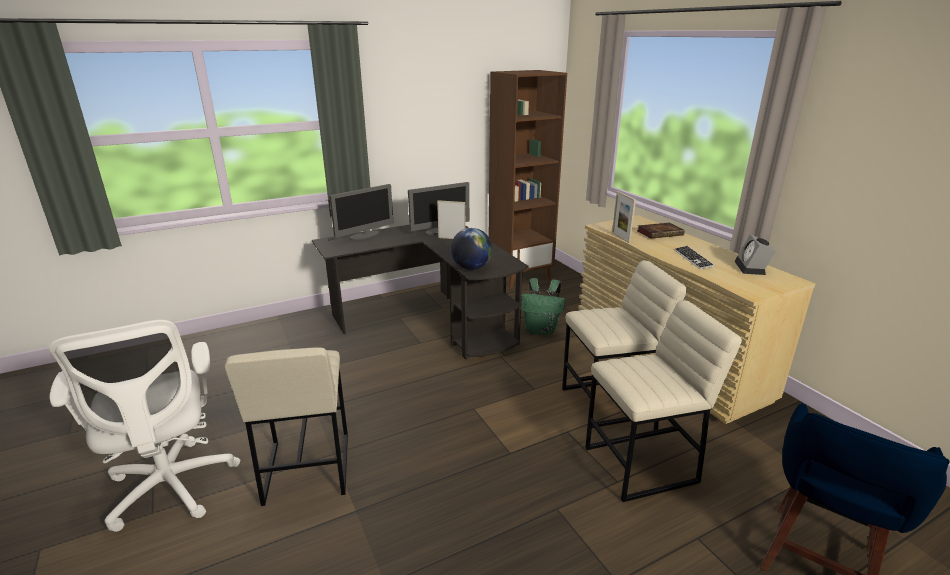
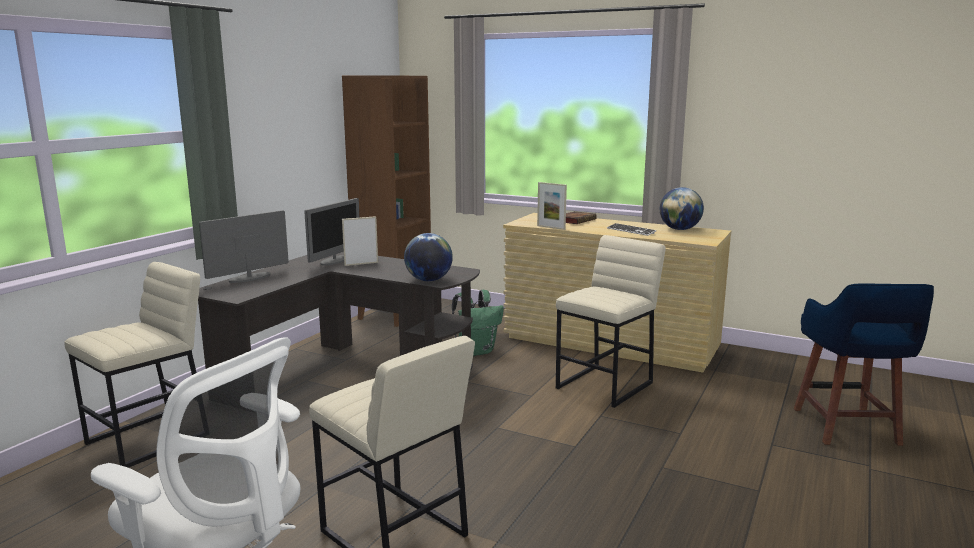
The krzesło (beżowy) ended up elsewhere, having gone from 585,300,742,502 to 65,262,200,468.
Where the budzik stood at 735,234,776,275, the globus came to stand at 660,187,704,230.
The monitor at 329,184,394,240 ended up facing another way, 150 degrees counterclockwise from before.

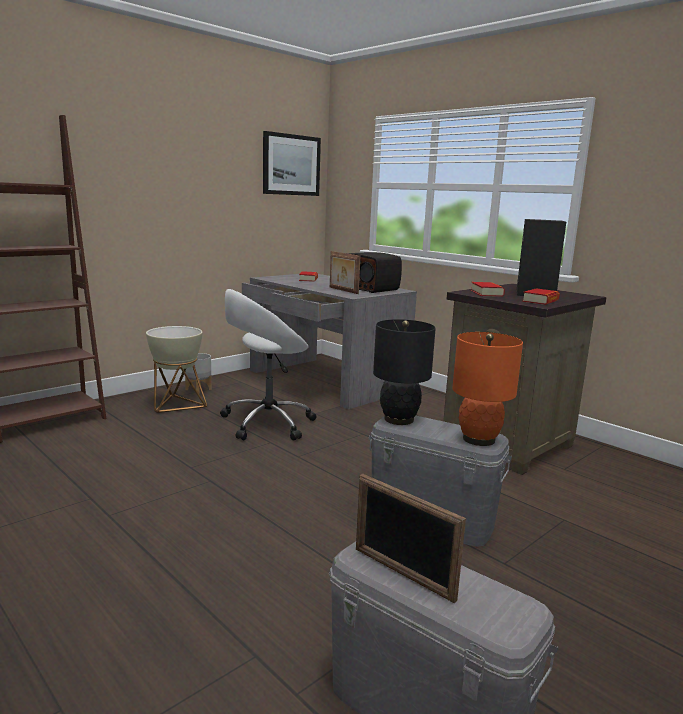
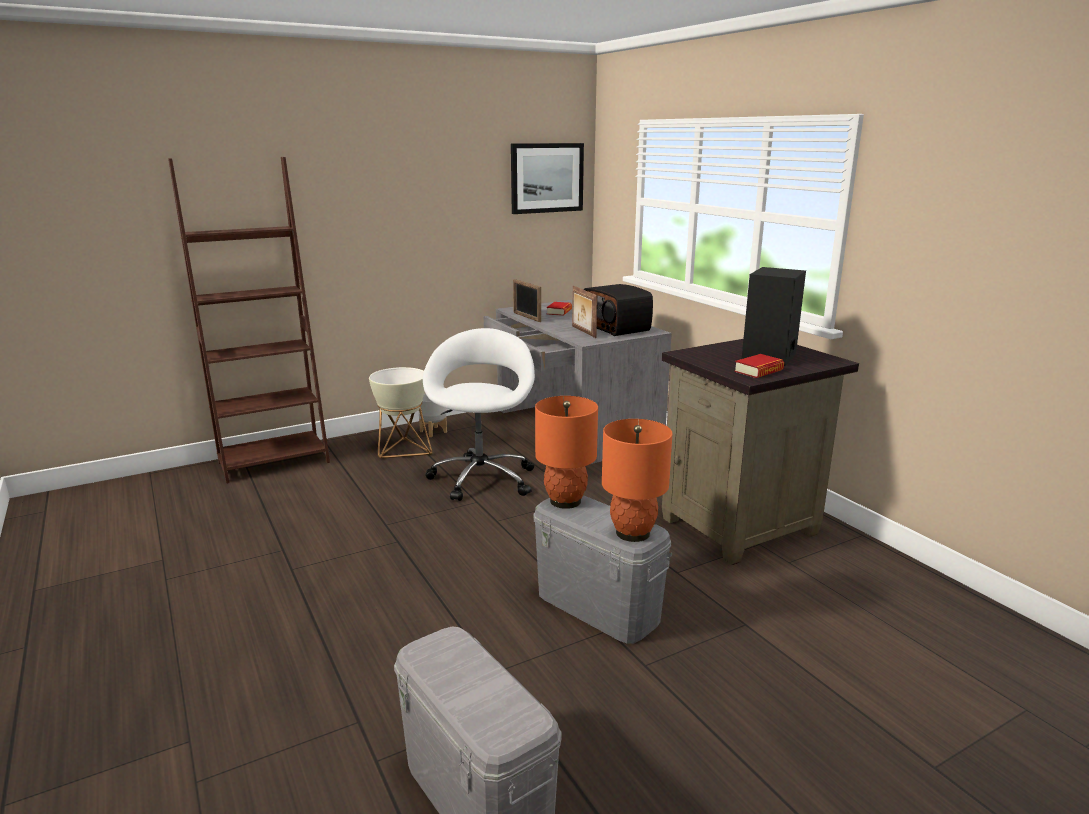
The second view lost the książka at 471,282,505,297.
The ramka na zdjęcie ended up elsewhere, having gone from 356,474,466,603 to 513,279,541,322.
What was the lampa stołowa (czarny) at 373,319,436,425 turned into the lampa stołowa (pomarańczowy) at 535,396,598,509.
The krzesło biurowe (biały) at 220,289,316,440 ended up facing another way, 120 degrees clockwise from before.

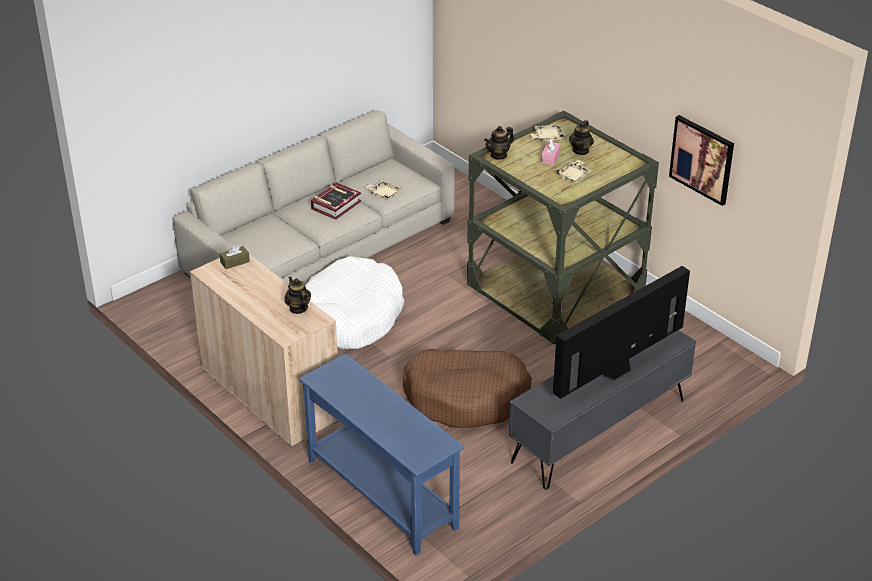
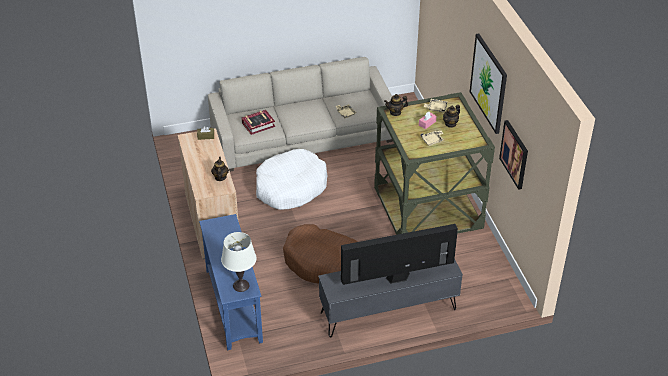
The second view gained the lampa stołowa (biały) at 221,232,257,292.
The second view gained the obraz at 470,34,507,134.
The książka ended up elsewhere, having gone from 311,182,361,220 to 242,110,275,135.

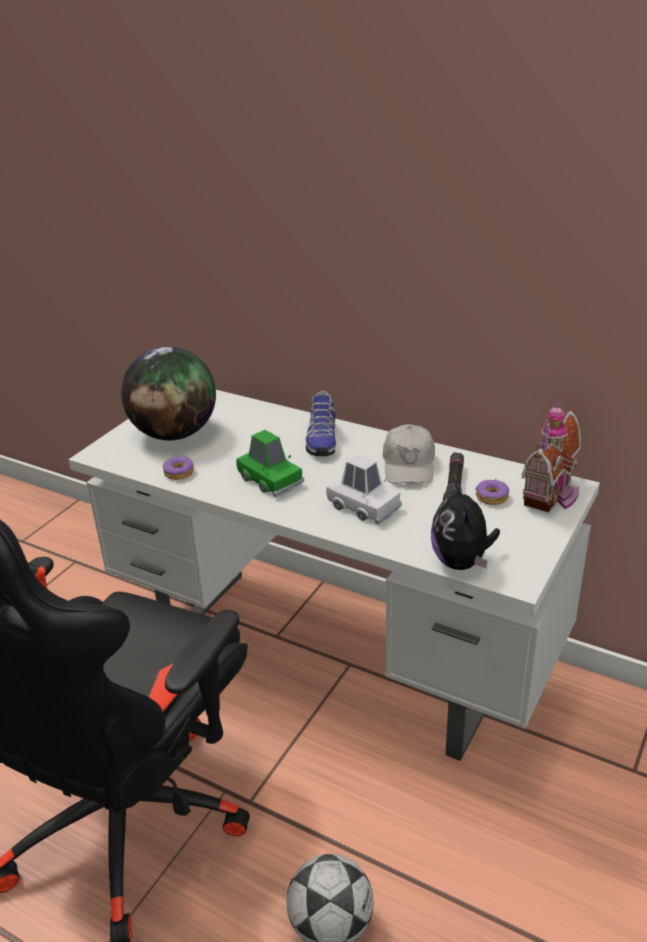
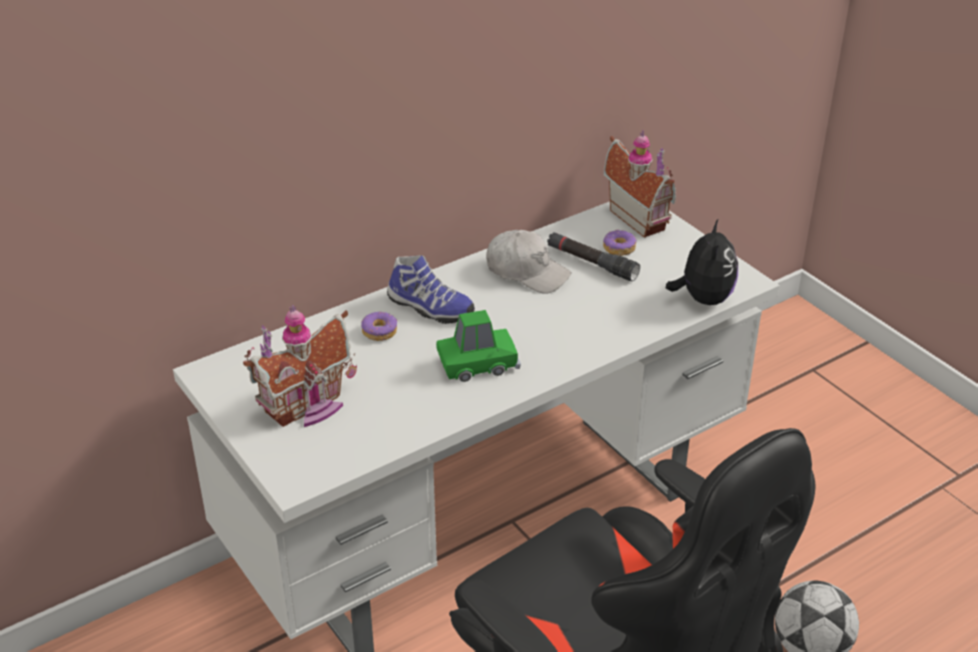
The second view lost the samochodzik (biały) at 326,454,402,525.
The donut ended up elsewhere, having gone from 163,456,194,480 to 361,312,397,341.
Where the globus stood at 121,347,216,440, the domek came to stand at 243,304,357,427.
The pluszak at 431,479,500,570 ended up facing another way, 105 degrees counterclockwise from before.

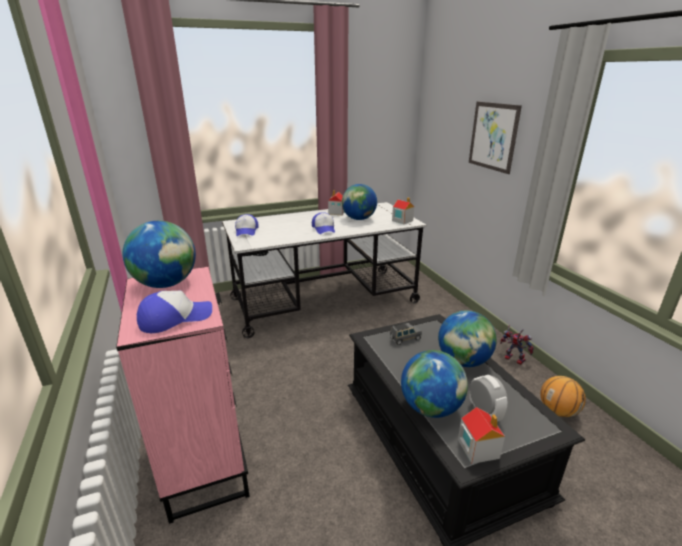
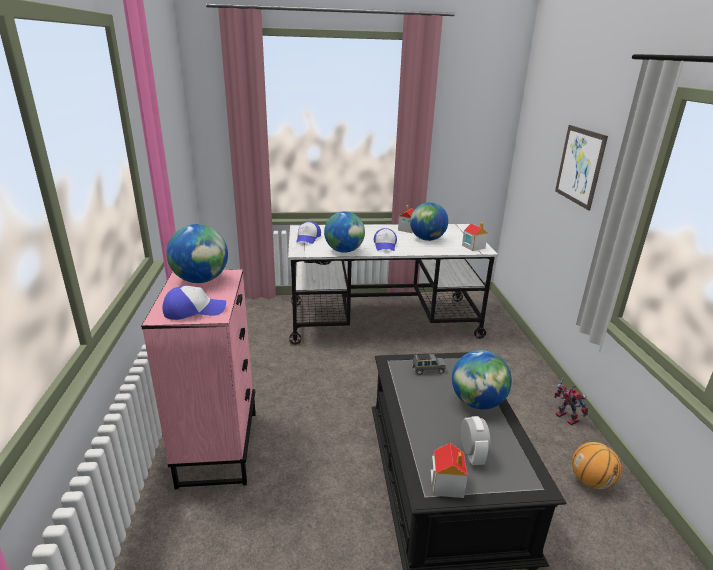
The globus ended up elsewhere, having gone from 401,350,468,418 to 324,211,365,253.

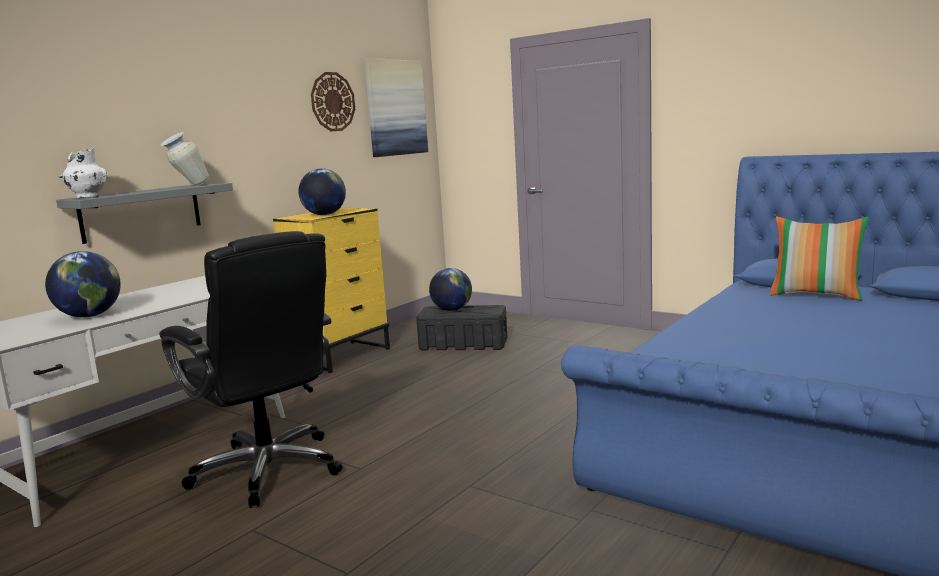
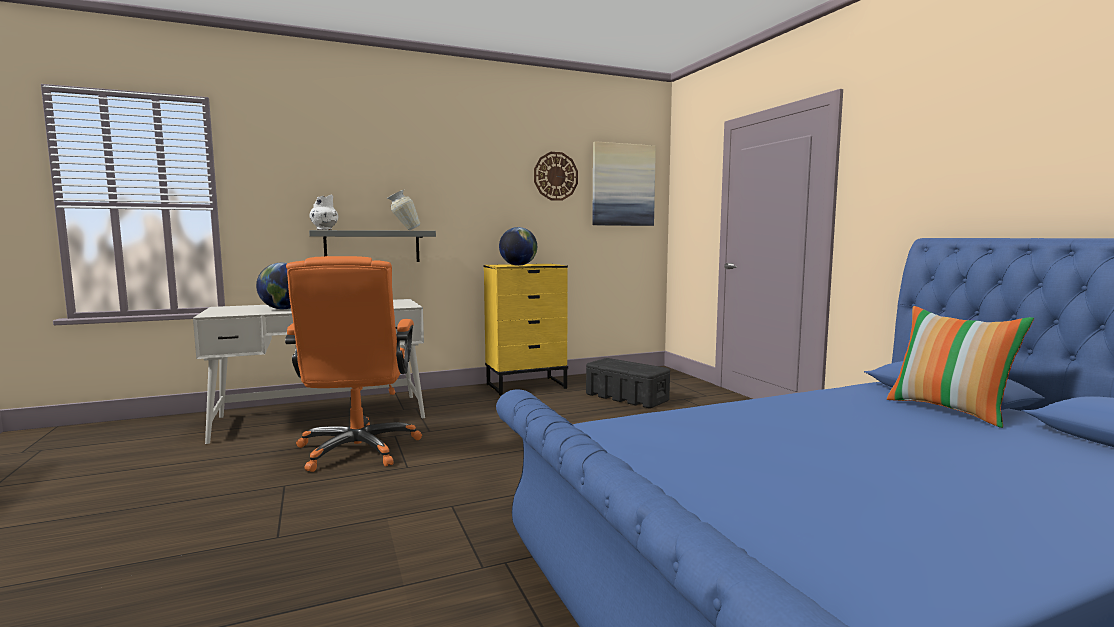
The second view lost the globus at 429,268,472,311.
What was the krzesło biurowe (czarny) at 159,231,343,508 turned into the krzesło biurowe (pomarańczowy) at 285,256,422,472.

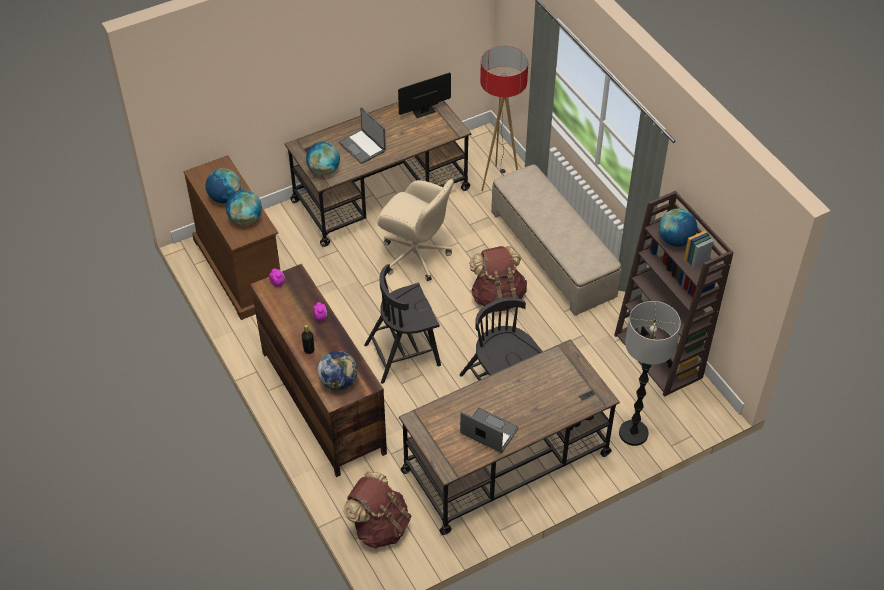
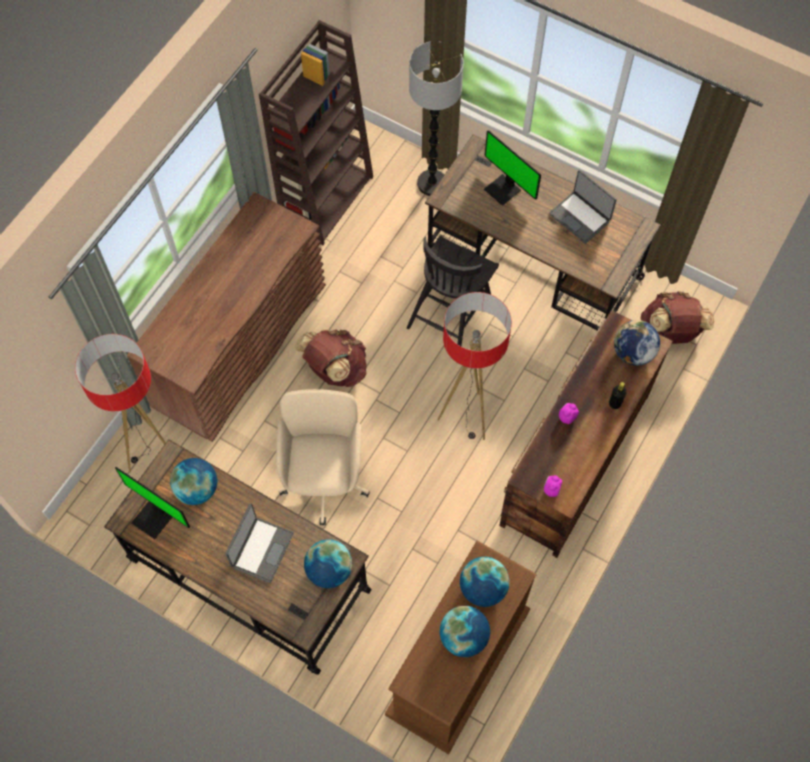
The second view gained the monitor at 484,130,541,206.
The globus ended up elsewhere, having gone from 659,209,697,247 to 170,458,217,505.
Where the krzesło (czarny) stood at 364,264,441,384, the lampa stojąca came to stand at 438,292,512,440.
Where the ławka (beżowy) stood at 491,165,621,316, the komoda (brązowy) came to stand at 127,192,326,442.
The laptop at 460,408,519,453 ended up facing another way, 45 degrees counterclockwise from before.

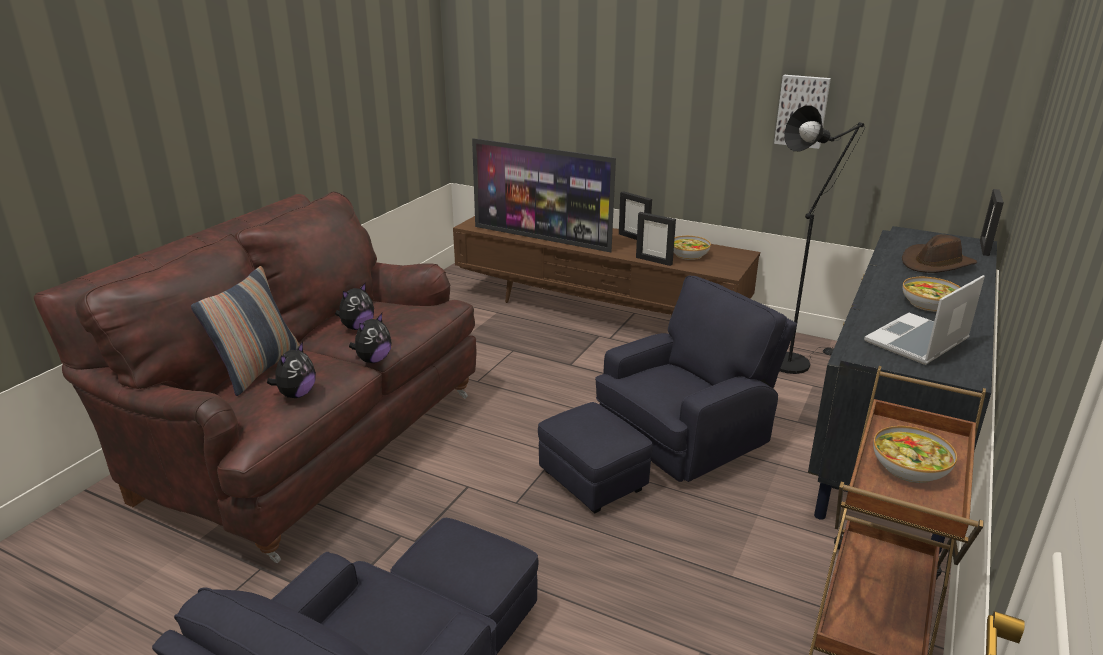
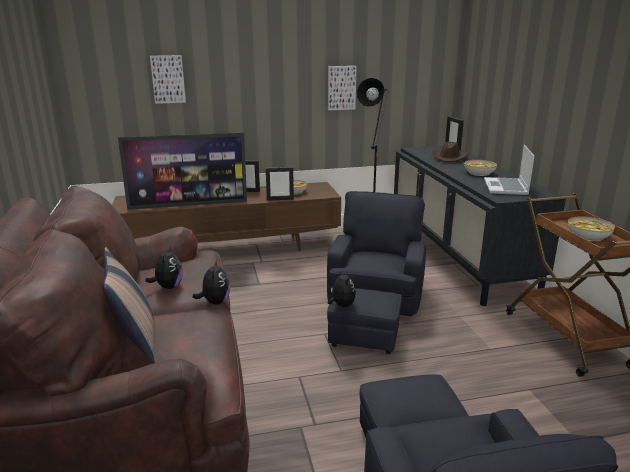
The second view gained the obraz at 150,55,186,104.
The pluszak ended up elsewhere, having gone from 267,342,316,398 to 328,270,356,307.

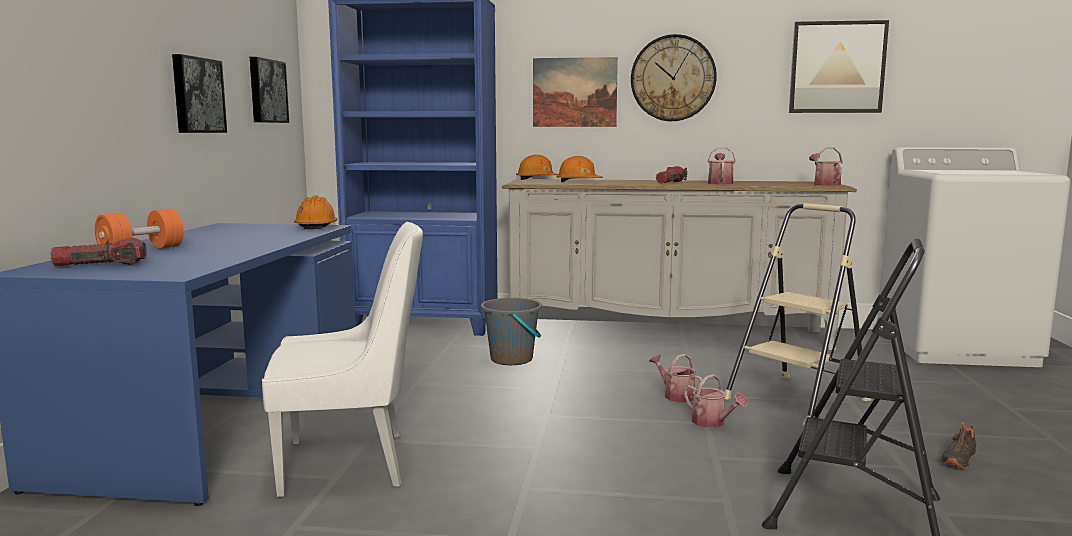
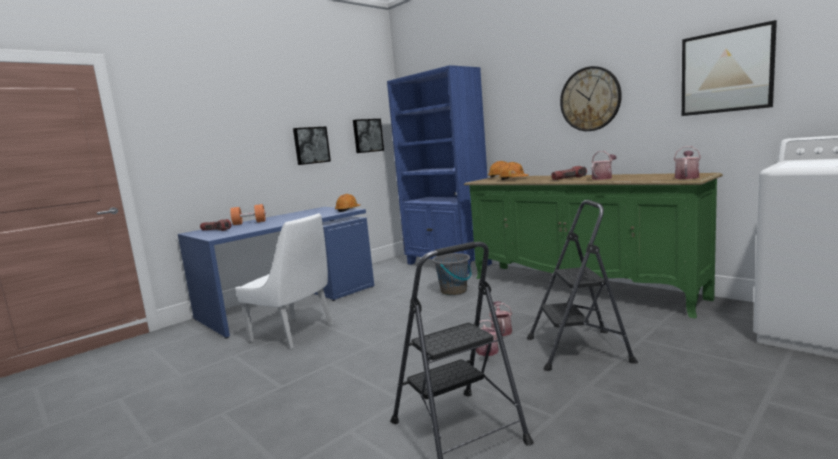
The second view lost the obraz at 533,57,618,127.
The second view lost the but (czarny) at 941,422,976,468.
What was the szafka (szary) at 502,179,857,350 turned into the szafka (zielony) at 464,173,723,318.
What was the drabinka (beżowy) at 724,203,871,426 turned into the drabinka (czarny) at 527,200,638,371.

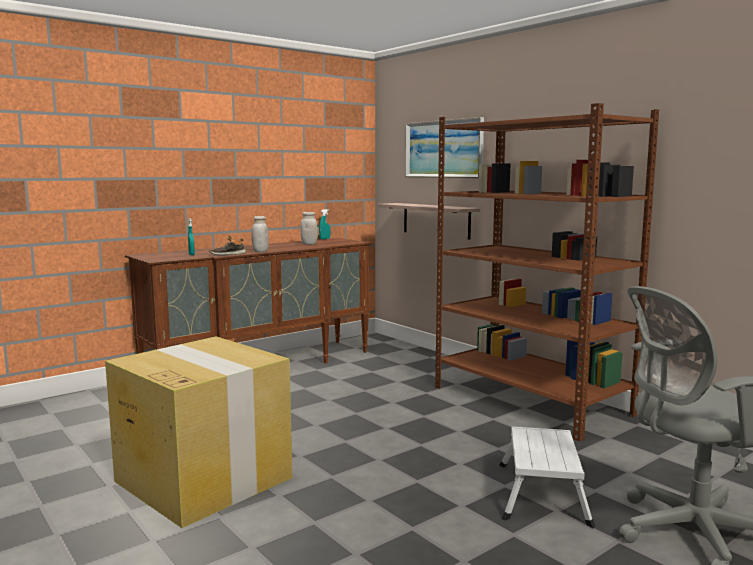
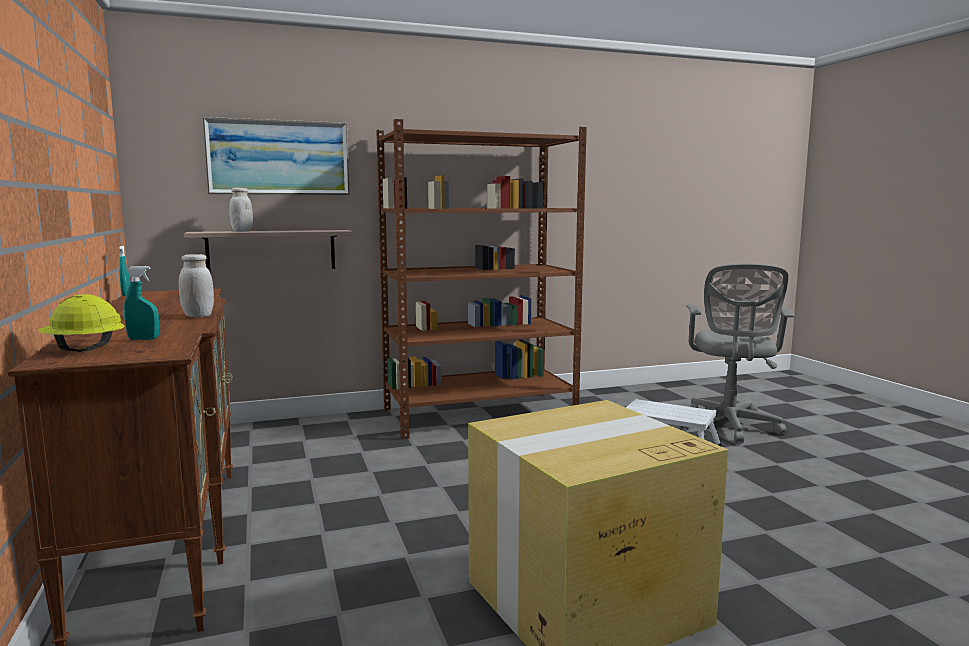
The second view lost the but at 209,235,246,255.
The second view gained the kask (żółty) at 38,294,124,352.
The słoik (biały) ended up elsewhere, having gone from 300,212,318,245 to 229,188,253,232.

